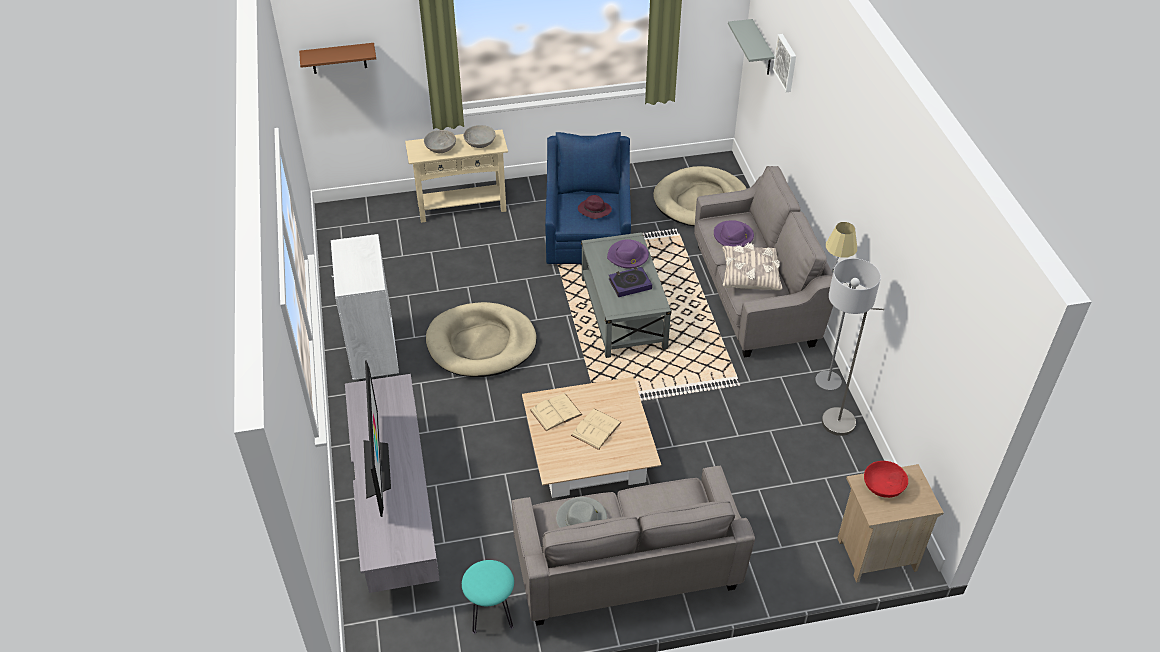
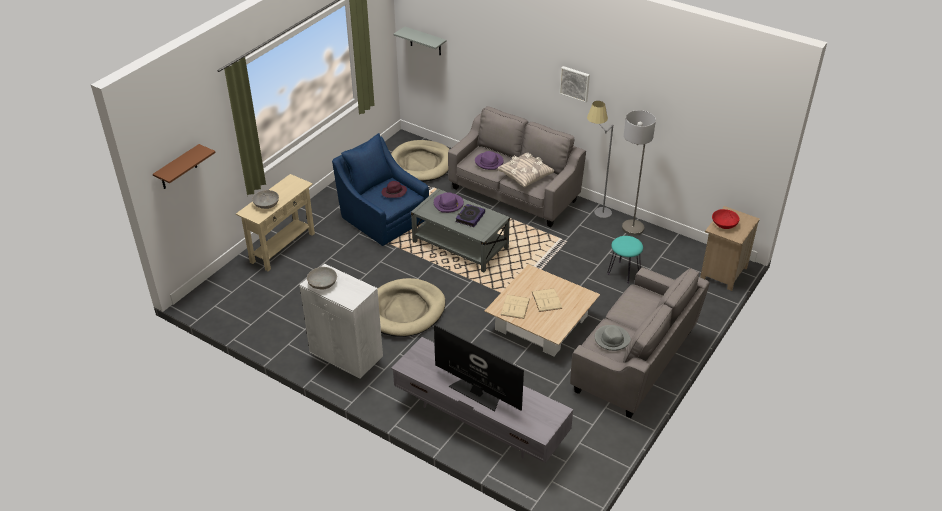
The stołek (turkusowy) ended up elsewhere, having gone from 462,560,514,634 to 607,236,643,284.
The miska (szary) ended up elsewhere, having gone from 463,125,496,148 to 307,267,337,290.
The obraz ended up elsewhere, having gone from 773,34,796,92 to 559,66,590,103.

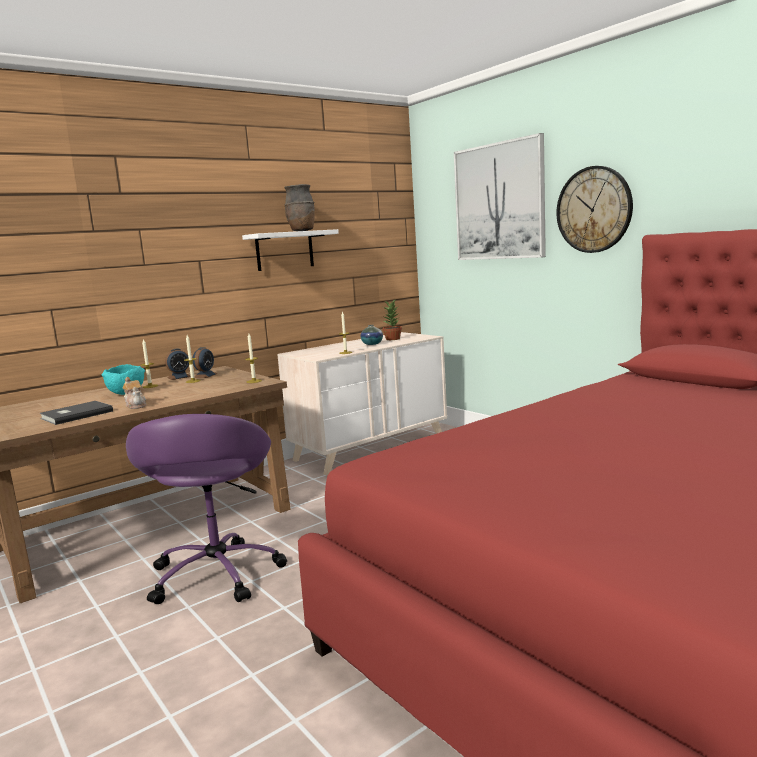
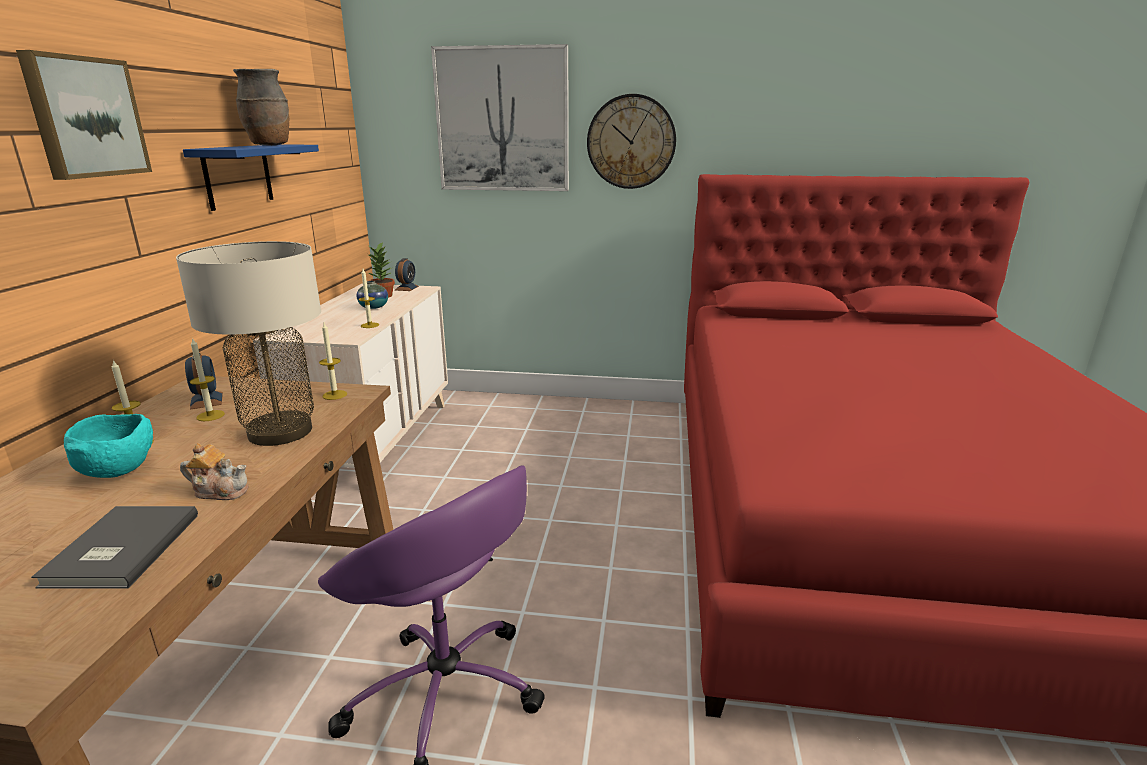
The second view gained the obraz at 16,50,152,180.
The second view gained the lampa stołowa at 176,241,321,446.
The budzik ended up elsewhere, having gone from 165,349,191,380 to 395,258,419,291.
What was the półka (biały) at 242,229,339,271 turned into the półka (niebieski) at 183,145,319,211.

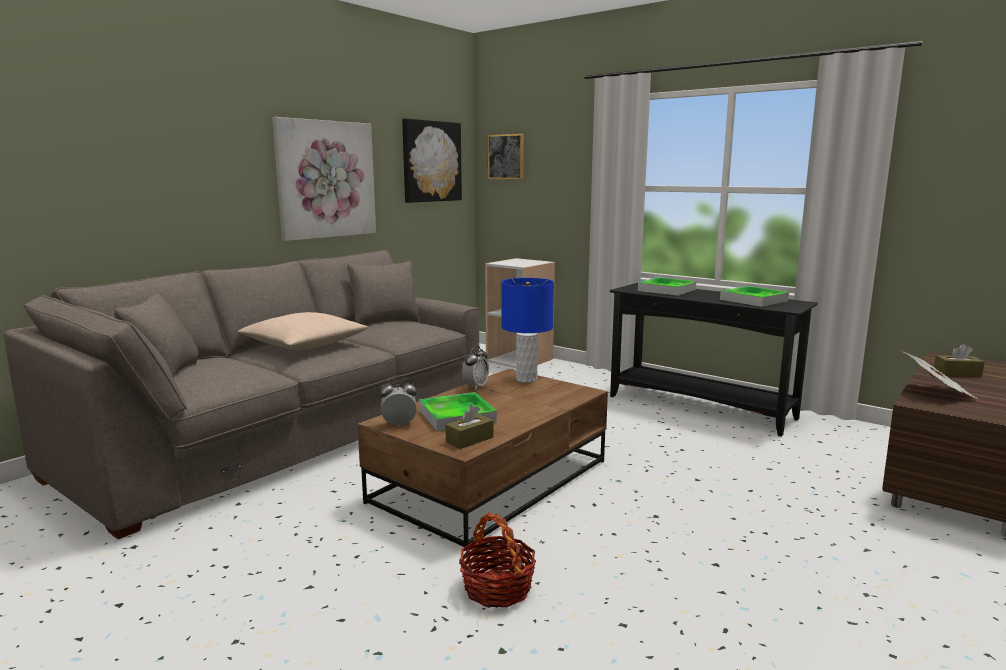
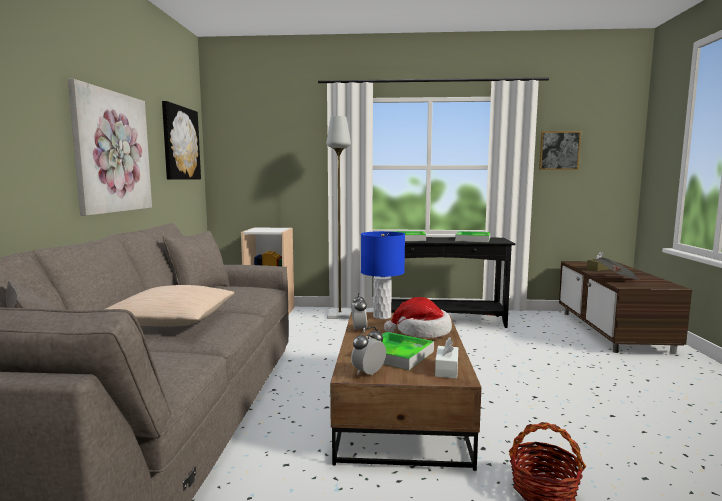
The second view gained the lampa stojąca (szary) at 326,116,352,319.
The second view gained the kapelusz at 384,297,452,338.
The obraz ended up elsewhere, having gone from 488,134,524,179 to 539,131,581,170.
What was the pudełko chusteczek (brązowy) at 445,405,493,449 turned into the pudełko chusteczek (biały) at 435,337,458,379.

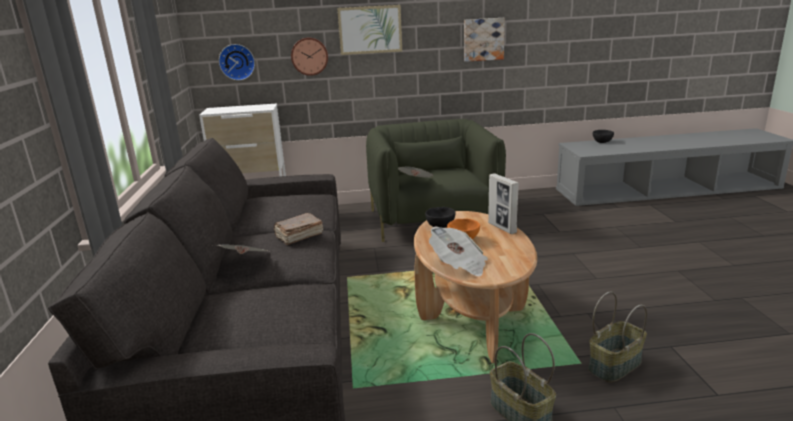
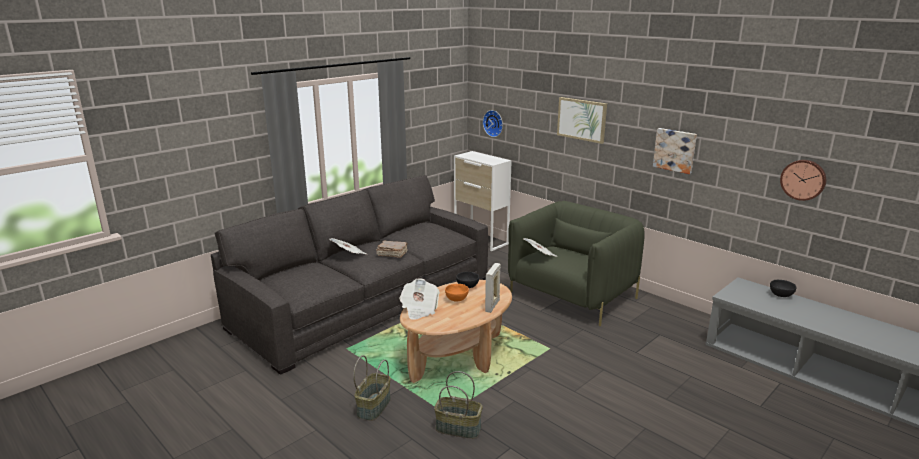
The zegar ścienny ended up elsewhere, having gone from 291,37,328,76 to 780,160,826,201.

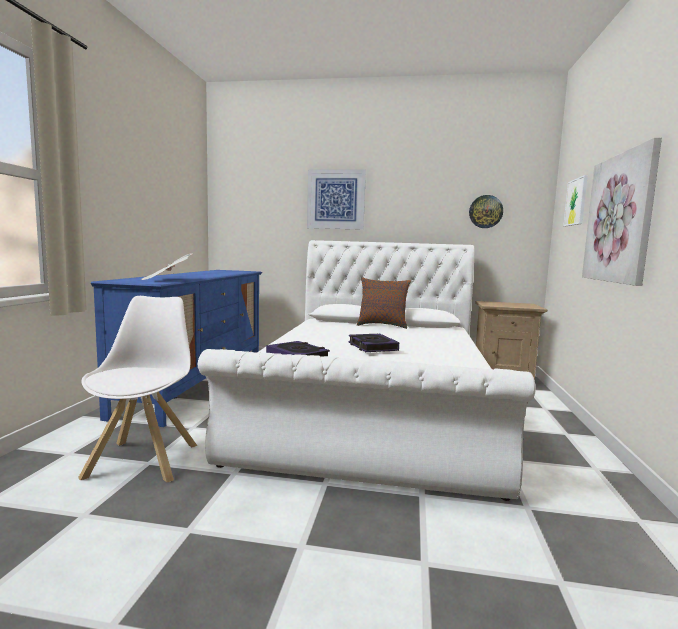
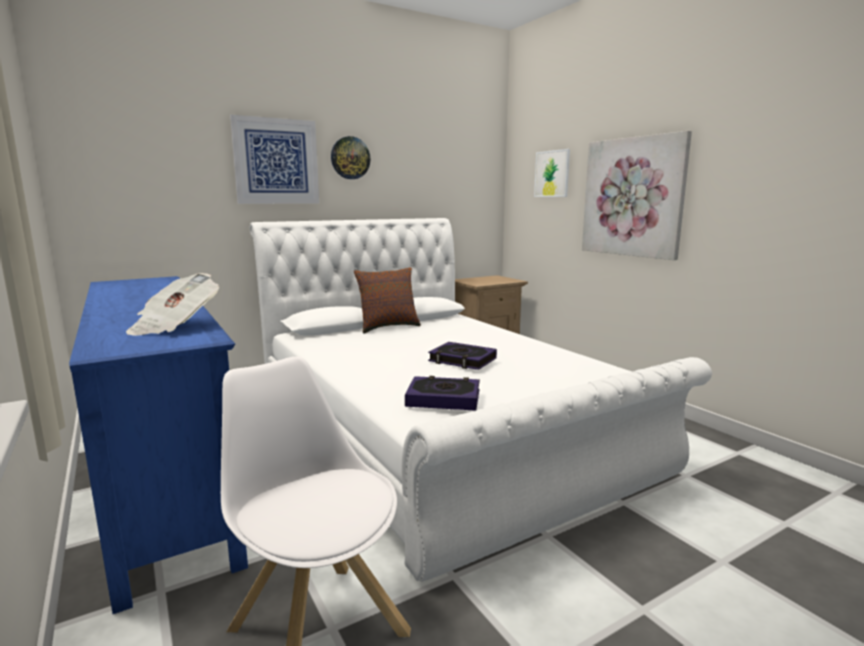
The zegar ścienny ended up elsewhere, having gone from 469,195,503,228 to 331,136,370,179.

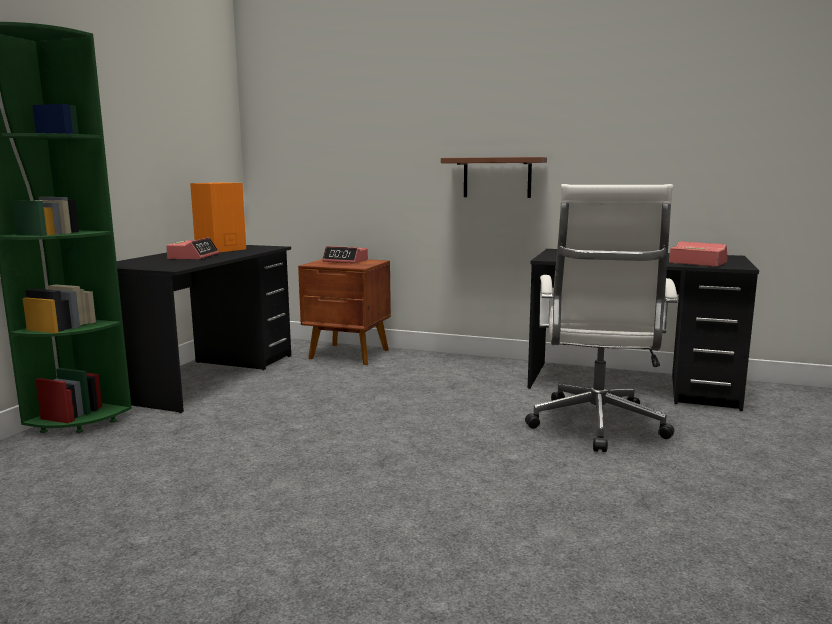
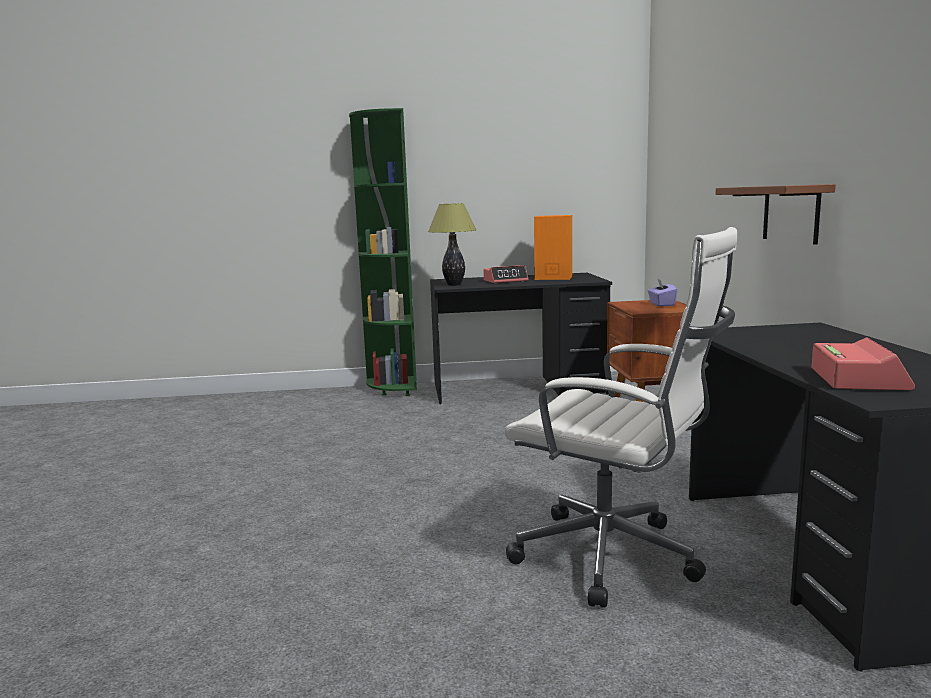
The second view gained the lampa stołowa at 428,203,476,286.
Where the budzik stood at 322,246,368,264, the pudełko chusteczek (fioletowy) came to stand at 648,278,678,306.
The krzesło biurowe (biały) at 525,184,677,452 ended up facing another way, 135 degrees counterclockwise from before.

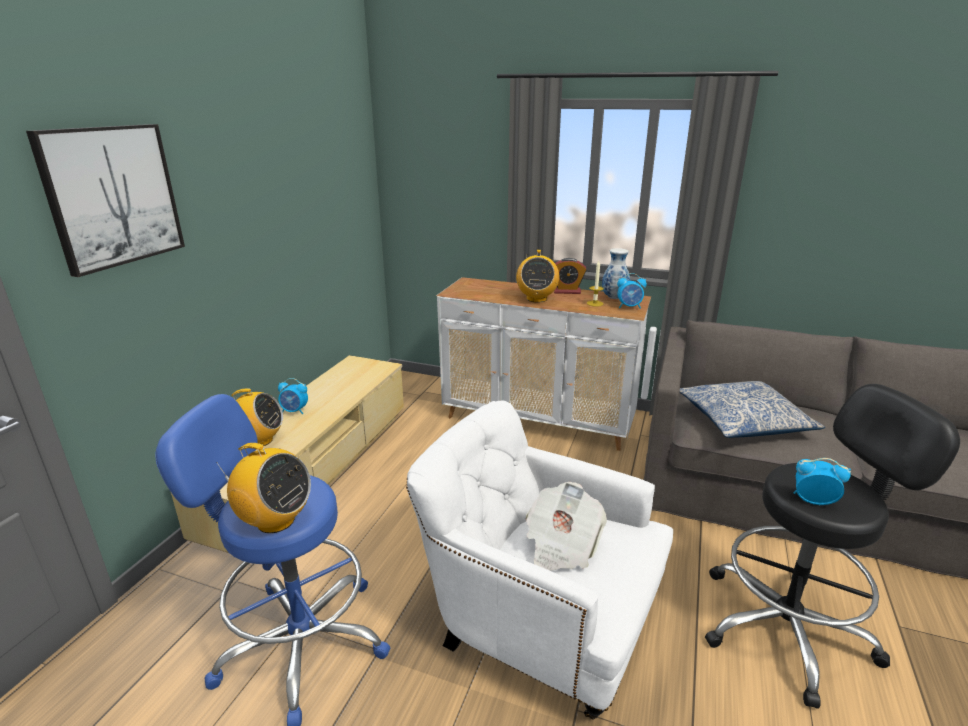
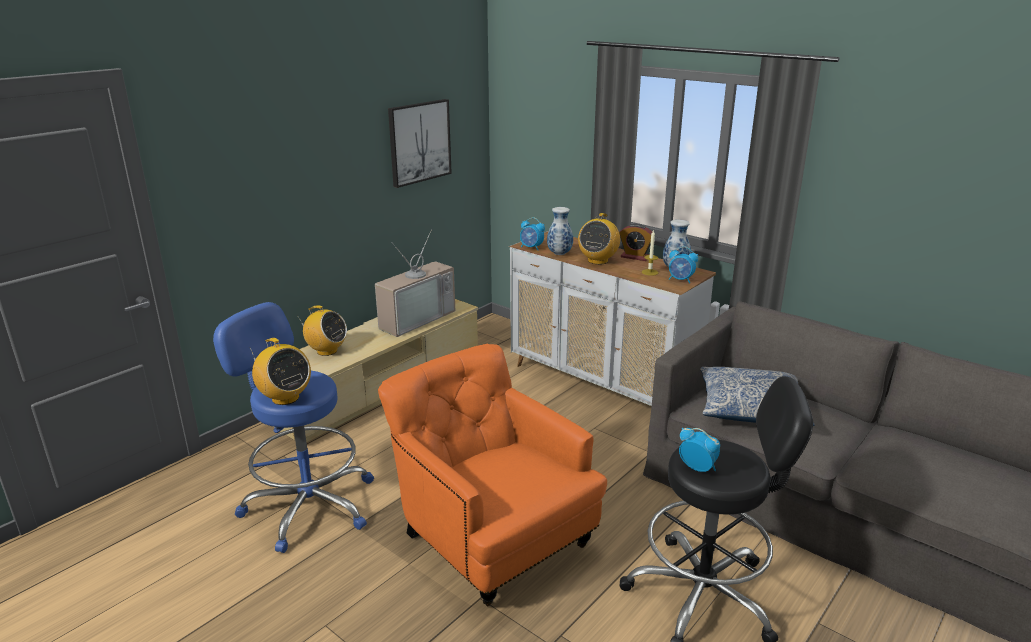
The second view lost the gazeta at 526,482,607,571.
The second view gained the telewizor at 375,229,455,337.
The second view gained the wazon at 547,207,573,255.
The obraz ended up elsewhere, having gone from 26,124,185,277 to 388,99,452,188.
The budzik ended up elsewhere, having gone from 278,378,308,414 to 520,217,545,250.
What was the fotel (biały) at 406,400,673,720 turned into the fotel (pomarańczowy) at 378,344,607,606.

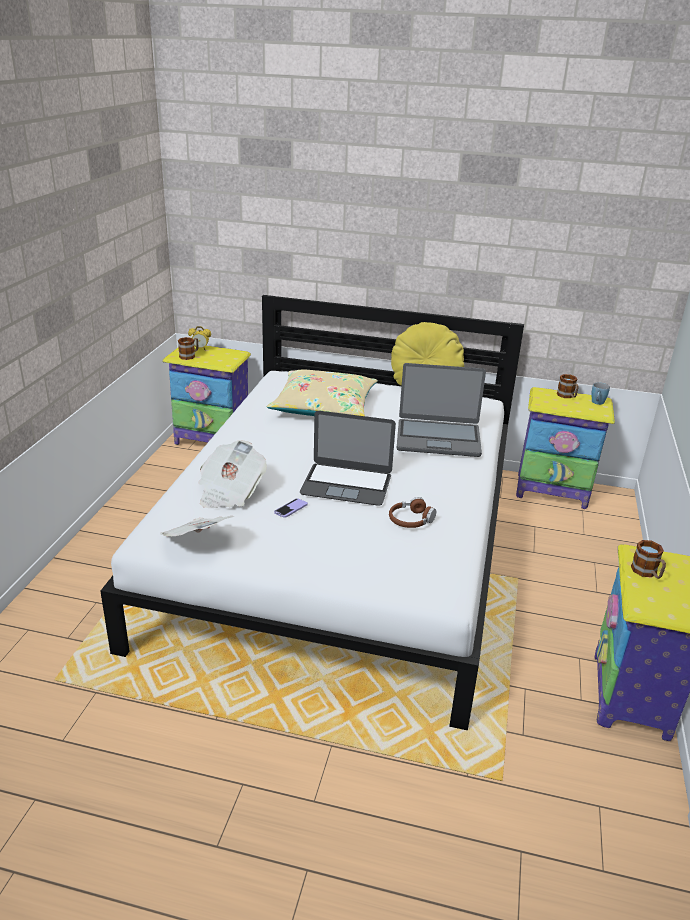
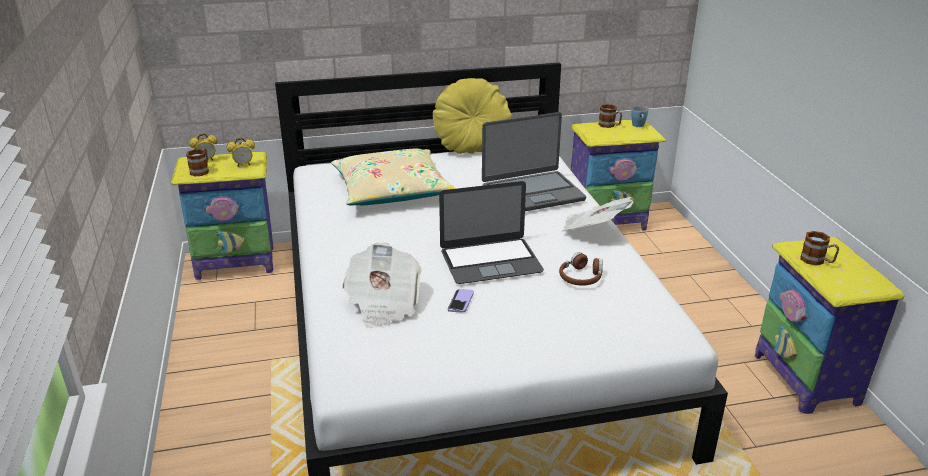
The second view gained the budzik at 226,138,255,167.
The gazeta ended up elsewhere, having gone from 161,516,234,536 to 562,197,633,231.

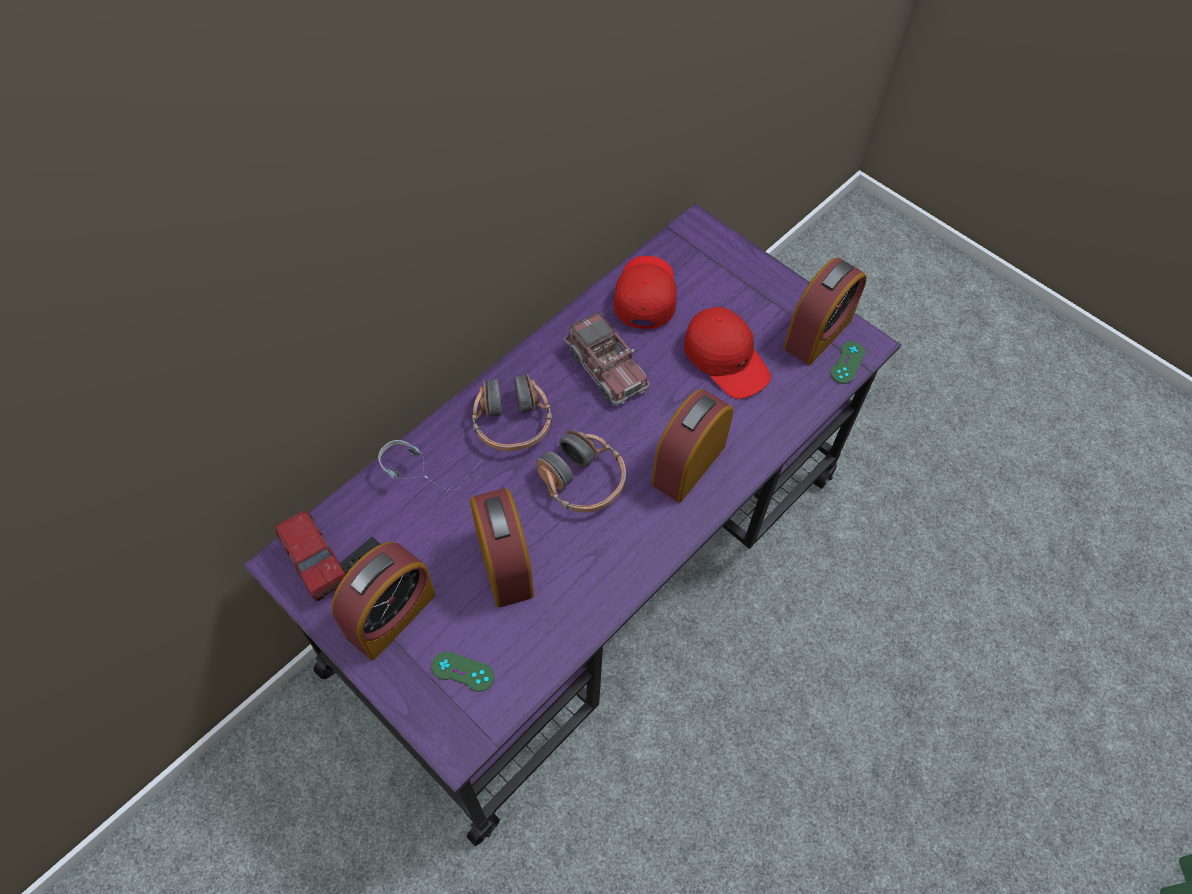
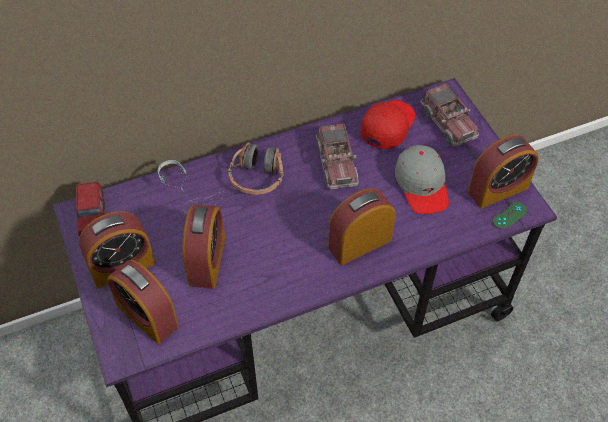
The second view lost the słuchawki at 536,430,626,512.
The second view gained the ciężarówka zabawkowa at 420,83,479,147.
Where the pad do gier (zielony) stood at 431,651,494,692, the budzik came to stand at 107,260,179,344.
What was the czapka z daszkiem (czerwony) at 684,307,771,399 turned into the czapka z daszkiem (szary) at 395,145,449,214.

